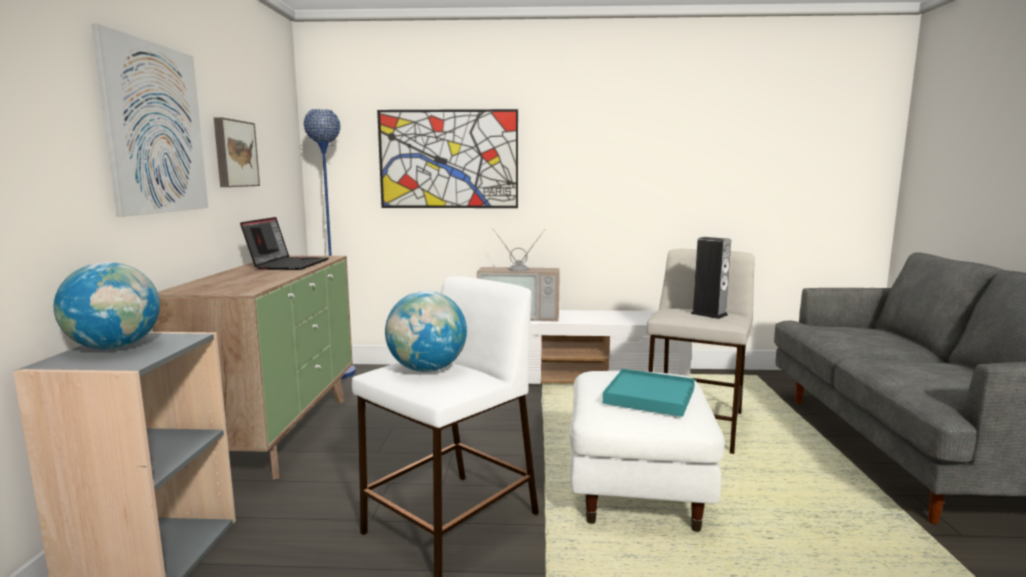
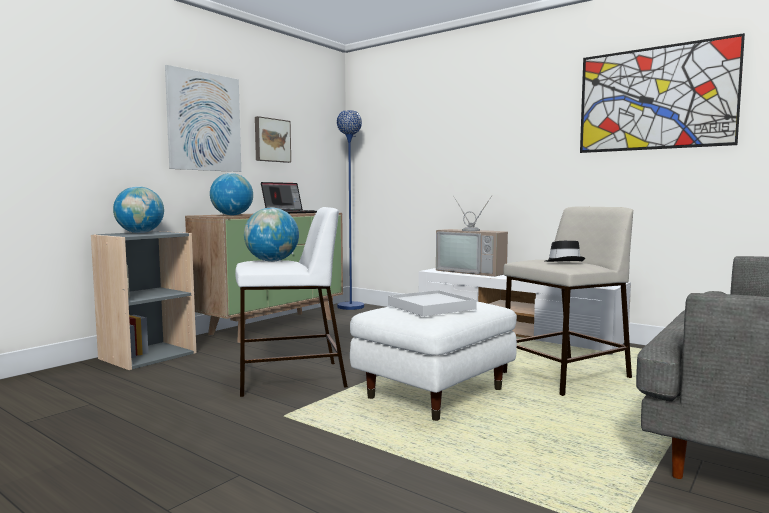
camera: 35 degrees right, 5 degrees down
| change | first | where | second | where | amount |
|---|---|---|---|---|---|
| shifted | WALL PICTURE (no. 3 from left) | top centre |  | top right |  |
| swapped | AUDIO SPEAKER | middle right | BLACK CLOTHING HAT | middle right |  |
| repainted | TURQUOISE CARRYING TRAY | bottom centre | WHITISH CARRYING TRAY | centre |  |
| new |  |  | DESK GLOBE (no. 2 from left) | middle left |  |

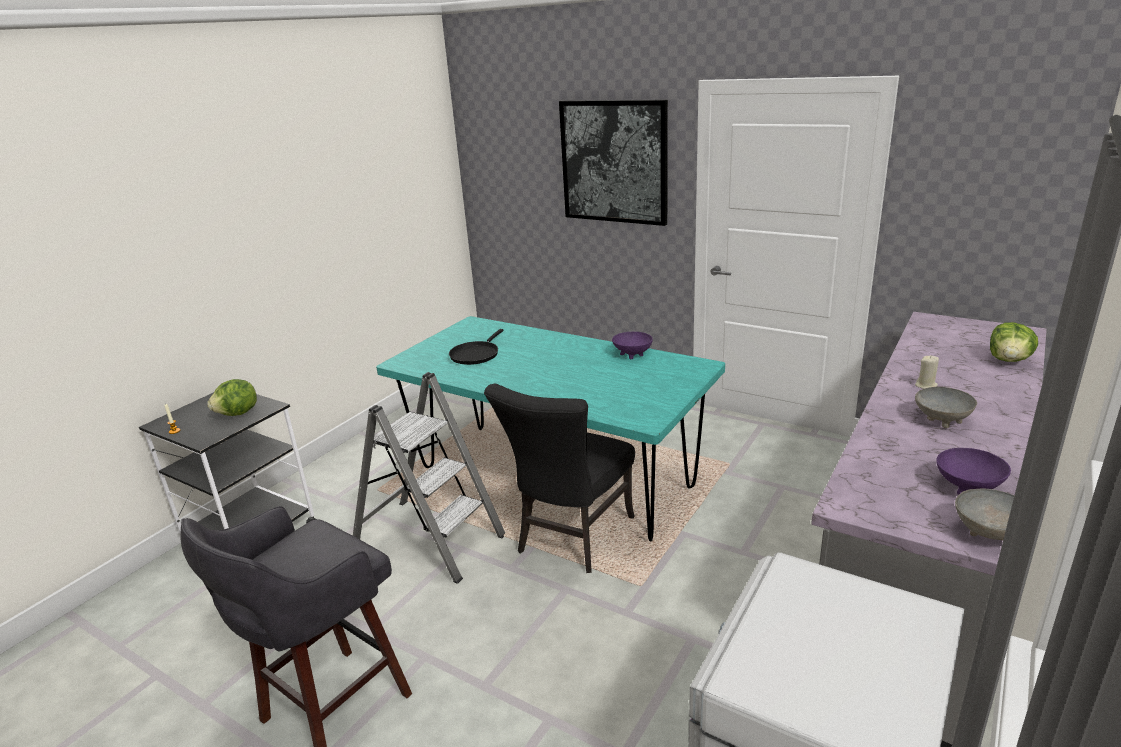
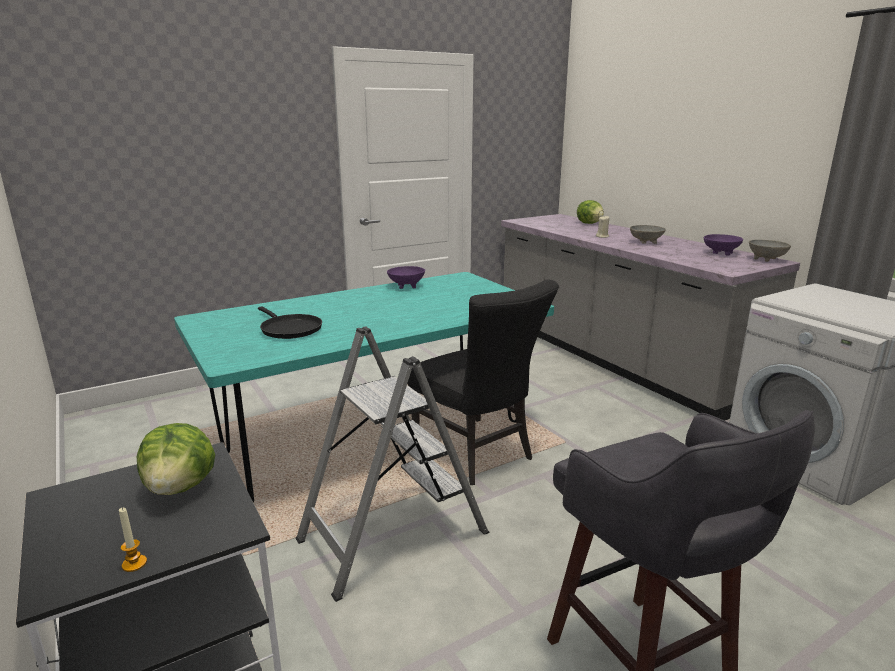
camera: 65 degrees left, 5 degrees down
| change | first | where | second | where | amount |
|---|---|---|---|---|---|
| gone | WALL PICTURE | top centre |  |  |  |

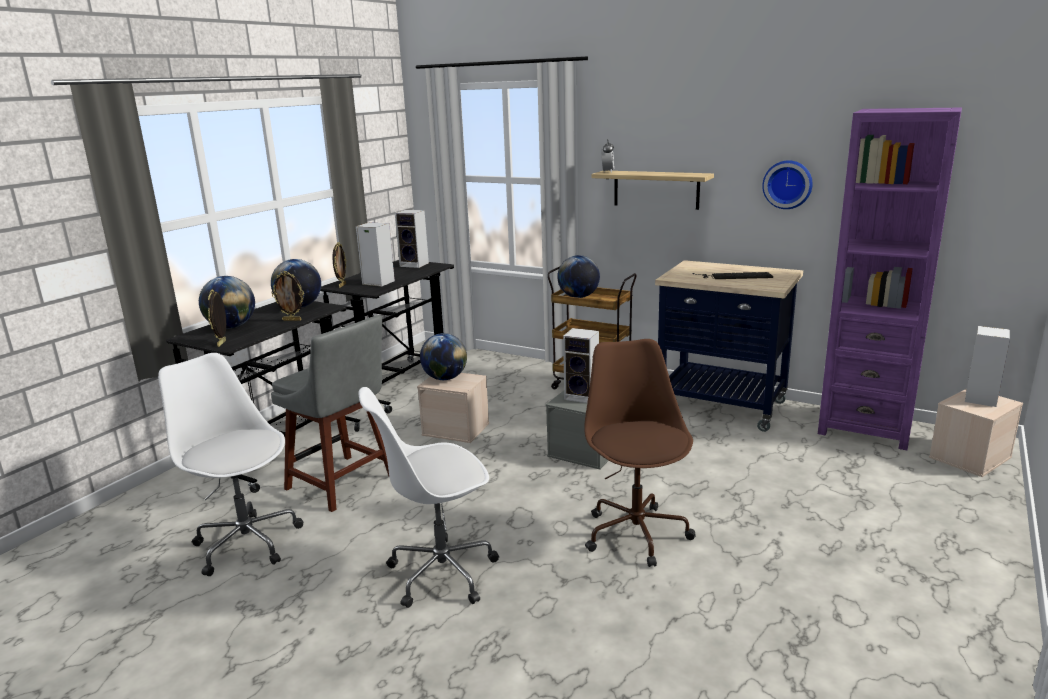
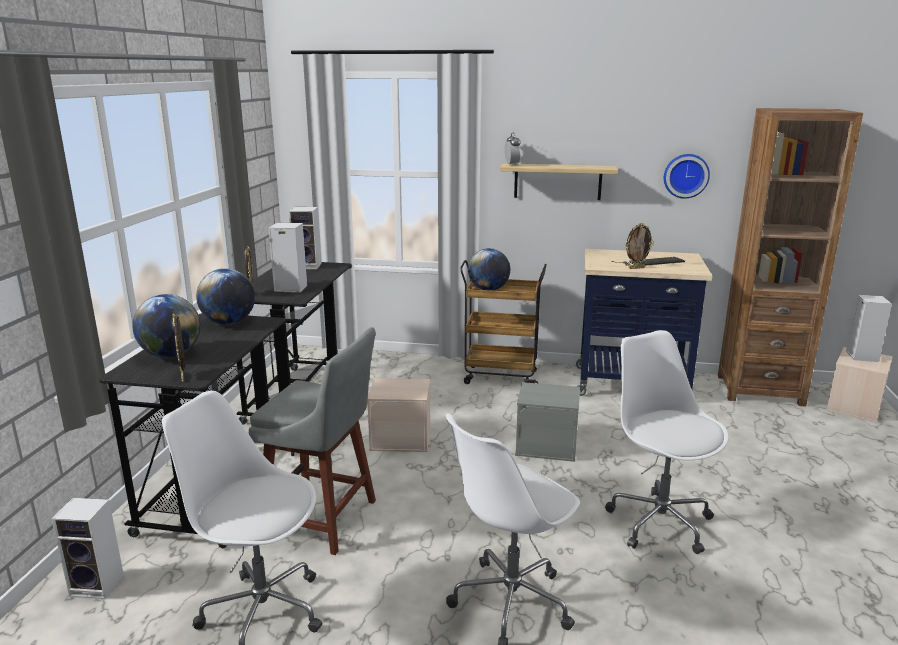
camera: 20 degrees left, 0 degrees up
| change | first | where | second | where | amount |
|---|---|---|---|---|---|
| repainted | PURPLE-COLOURED BOOKSHELF | middle right | BROWN-COLOURED BOOKSHELF | middle right |  |
| shifted | PHOTO FRAME (no. 2 from left in the first image) | middle left | PHOTO FRAME (no. 3 from left) | middle right |  |
| shifted | AUDIO SPEAKER (no. 3 from left in the first image) | centre | AUDIO SPEAKER (no. 1 from left) | bottom left |  |
| gone | DESK GLOBE (no. 3 from left) | centre |  |  |  |
| repainted | BROWN-COLOURED COMPUTER CHAIR | centre | WHITISH COMPUTER CHAIR (no. 3 from left) | bottom right |  |

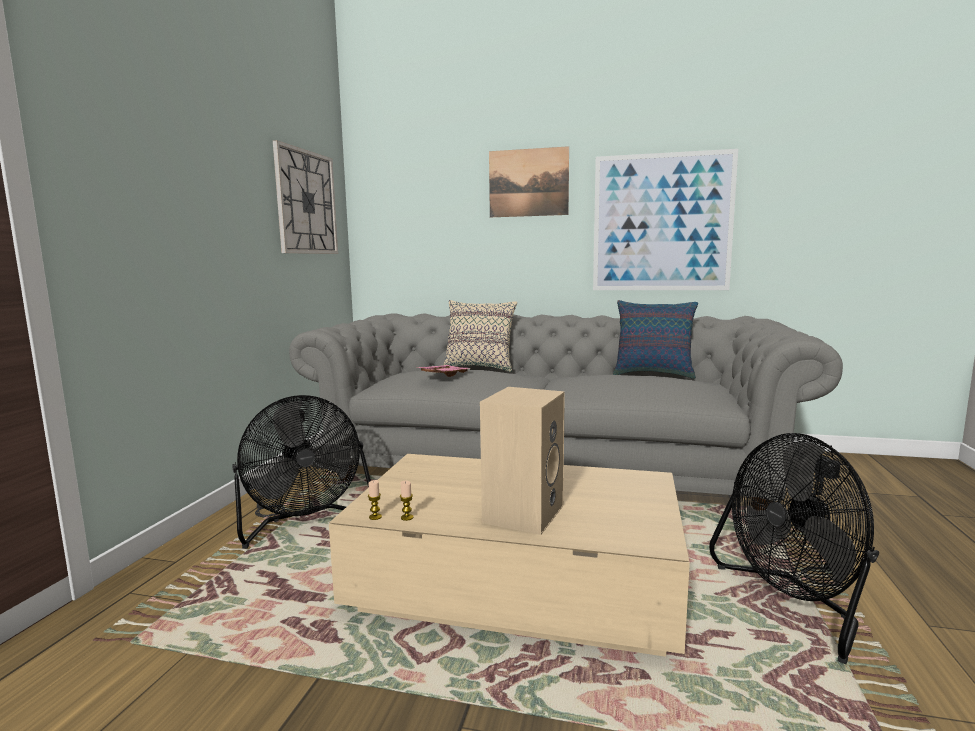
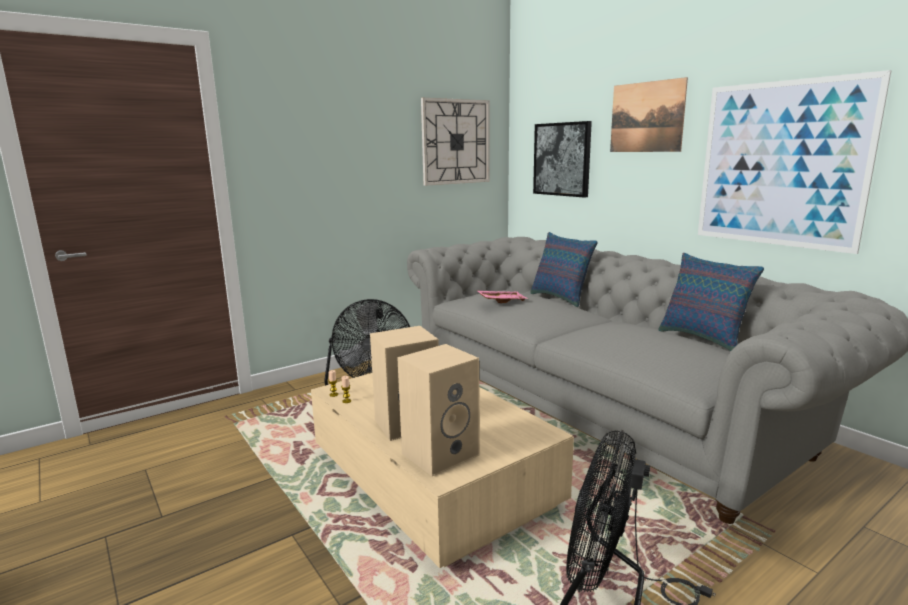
camera: 40 degrees right, 5 degrees up
| change | first | where | second | where | amount |
|---|---|---|---|---|---|
| repainted | BEIGE THROW PILLOW | centre | BLUE THROW PILLOW (no. 1 from left) | centre |  |
| new |  |  | WALL PICTURE (no. 1 from left) | top centre |  |
| new |  |  | BEIGE AUDIO SPEAKER (no. 2 from left) | bottom centre |  |

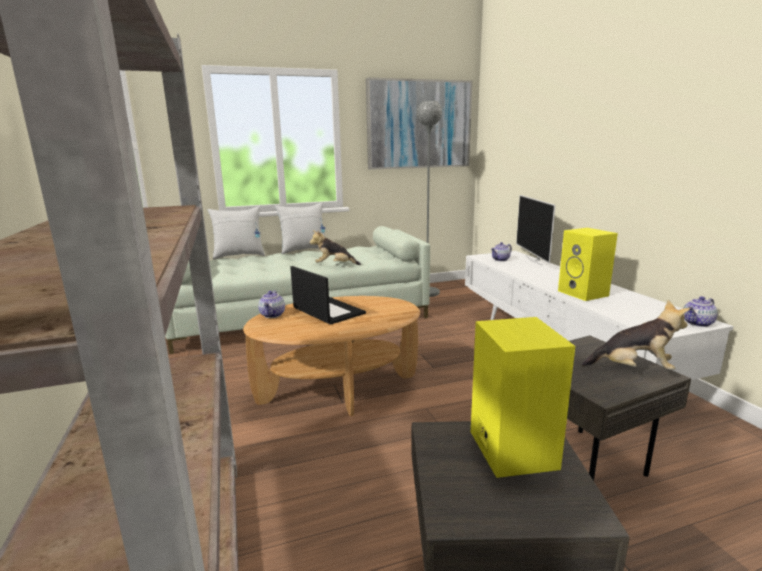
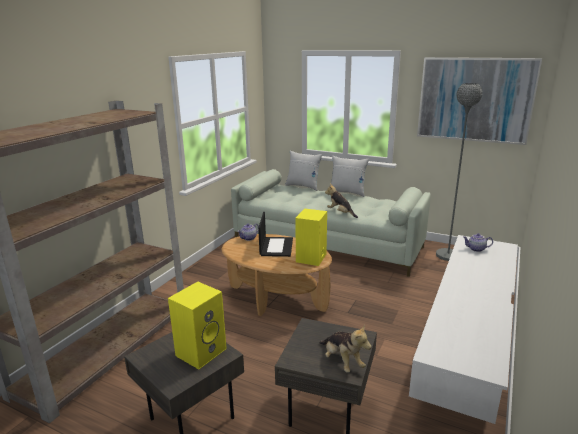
camera: 45 degrees right, 5 degrees up
| change | first | where | second | where | amount |
|---|---|---|---|---|---|
| gone | TV SET | middle right |  |  |  |
| shifted | YELLOW-COLOURED AUDIO SPEAKER (no. 2 from left) | middle right |  | centre |  |
| gone | TEA POT (no. 3 from left) | middle right |  |  |  |

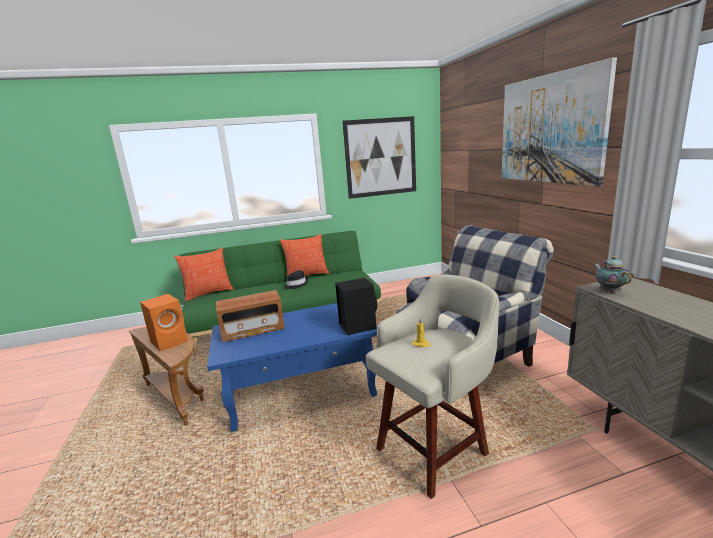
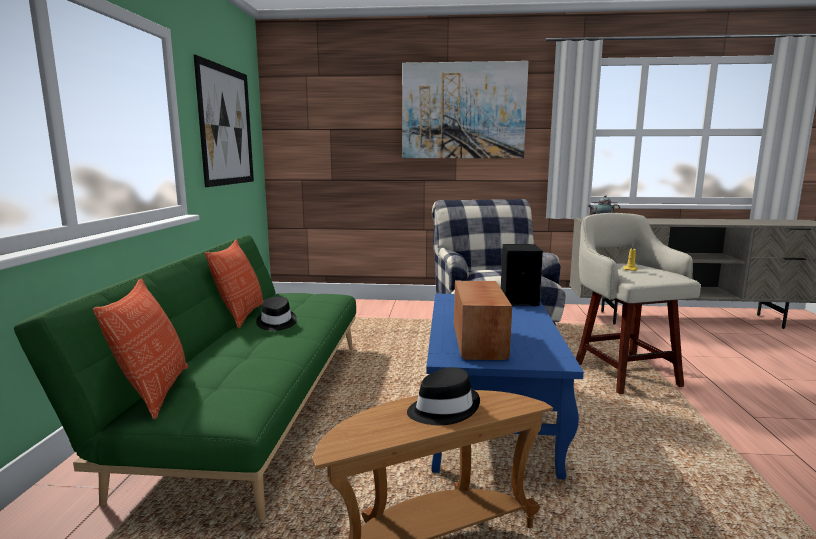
camera: 70 degrees left, 5 degrees down
| change | first | where | second | where | amount |
|---|---|---|---|---|---|
| swapped | ORANGE AUDIO SPEAKER | middle left | BLACK CLOTHING HAT (no. 2 from left) | bottom centre |  |

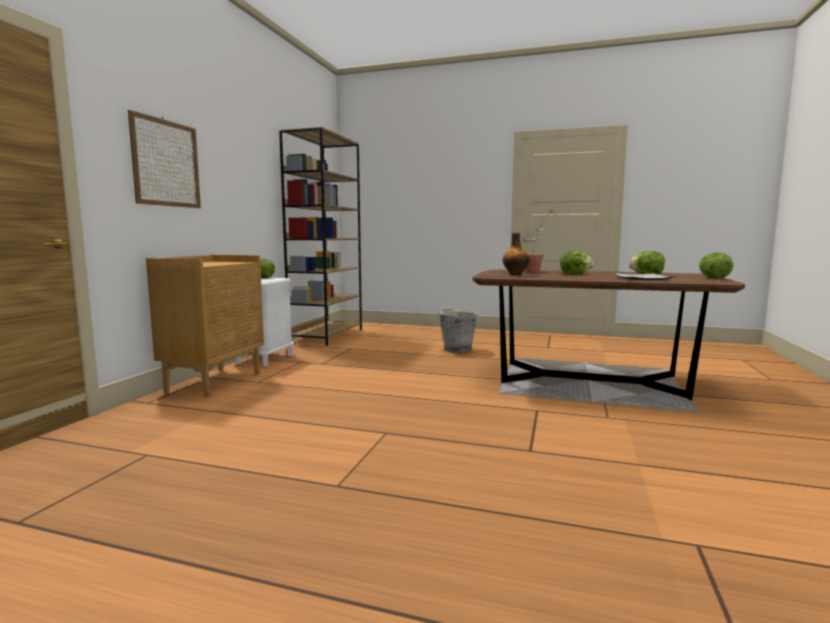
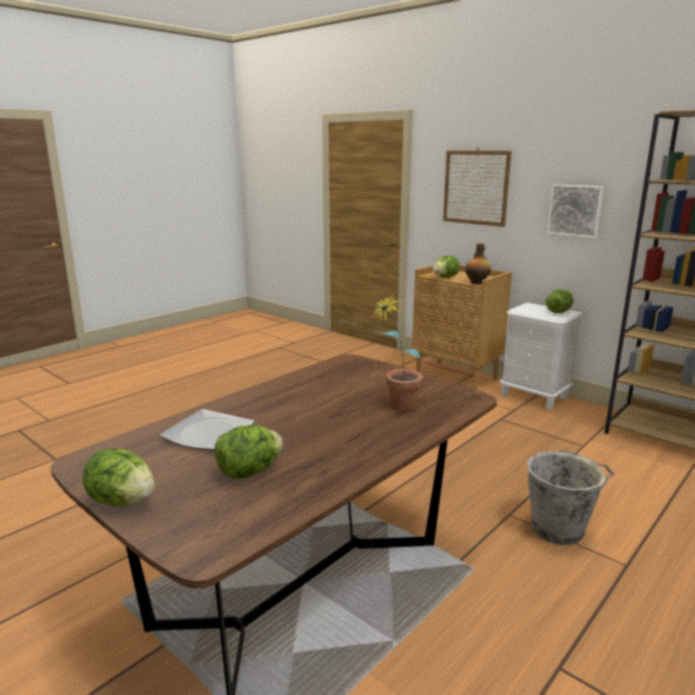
camera: 115 degrees right, 10 degrees up
| change | first | where | second | where | amount |
|---|---|---|---|---|---|
| shifted | BOTTLE | centre |  | middle right |  |
| shifted | LETTUCE (no. 2 from left in the first image) | middle right | LETTUCE (no. 3 from left) | centre |  |
| new |  |  | WALL PICTURE (no. 2 from left) | top right |  |

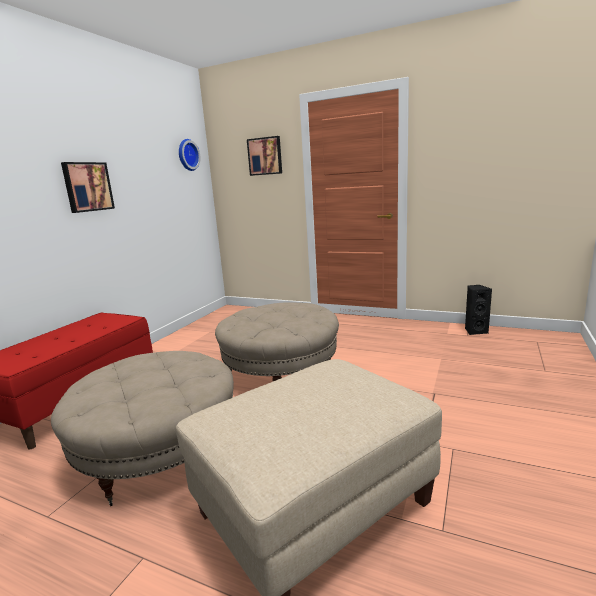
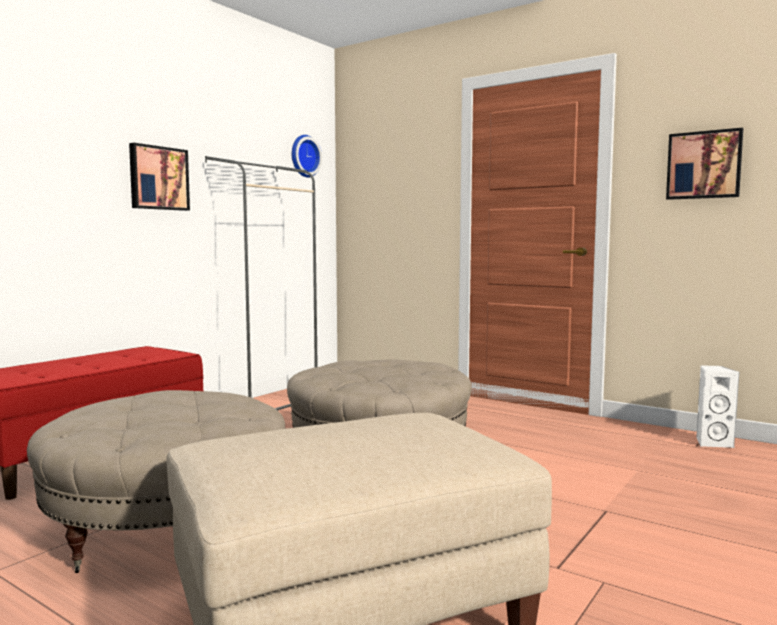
camera: 10 degrees right, 10 degrees down
| change | first | where | second | where | amount |
|---|---|---|---|---|---|
| shifted | WALL PICTURE (no. 2 from left) | top centre |  | top right |  |
| repainted | BLACK AUDIO SPEAKER | middle right | WHITISH AUDIO SPEAKER | middle right |  |
| new |  |  | GREYISH GARMENT RACK | centre |  |

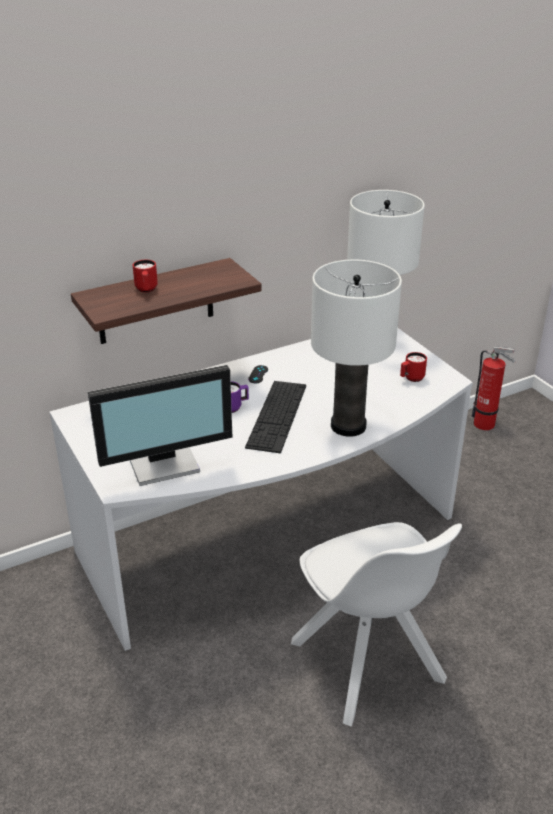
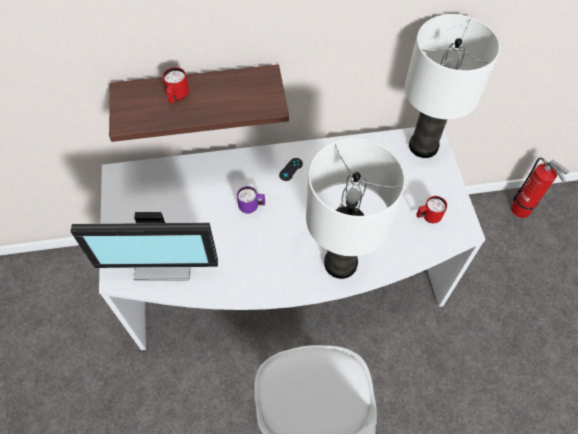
camera: 20 degrees right, 25 degrees up
| change | first | where | second | where | amount |
|---|---|---|---|---|---|
| gone | COMPUTER KEYBOARD | centre |  |  |  |

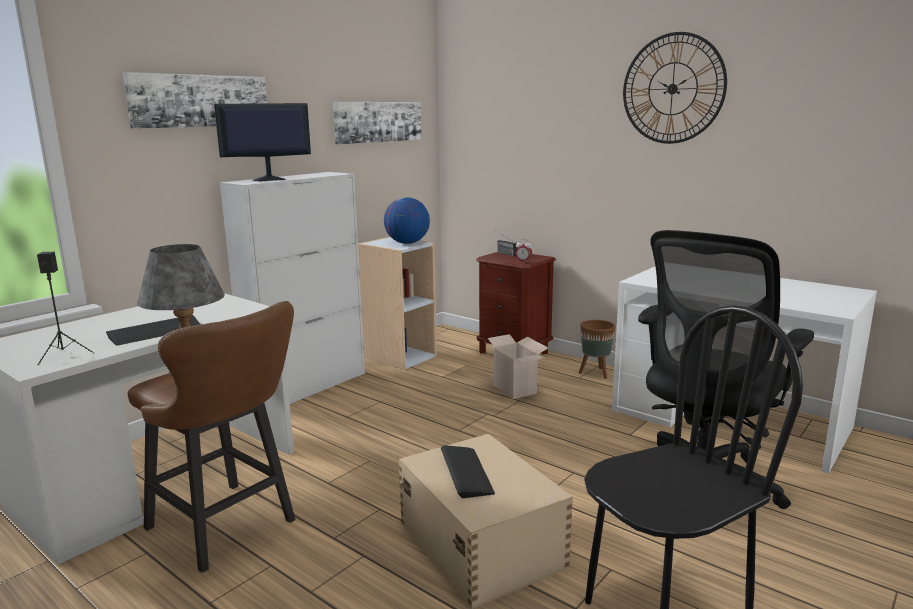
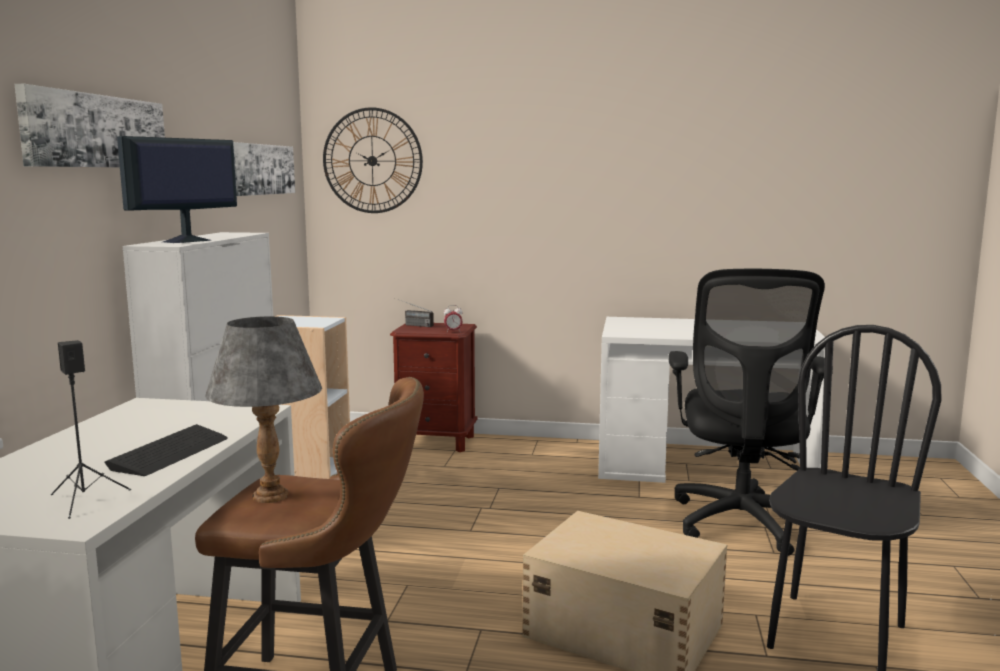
camera: 30 degrees left, 5 degrees down
| change | first | where | second | where | amount |
|---|---|---|---|---|---|
| shifted | CLOCK ON THE WALL | top right |  | top centre |  |
| gone | DESK GLOBE | centre |  |  |  |
| gone | BROWN-COLOURED PLANTER | centre |  |  |  |
| gone | CARDBOARD BOX | centre |  |  |  |
| gone | COMPUTER KEYBOARD (no. 2 from left) | bottom centre |  |  |  |

